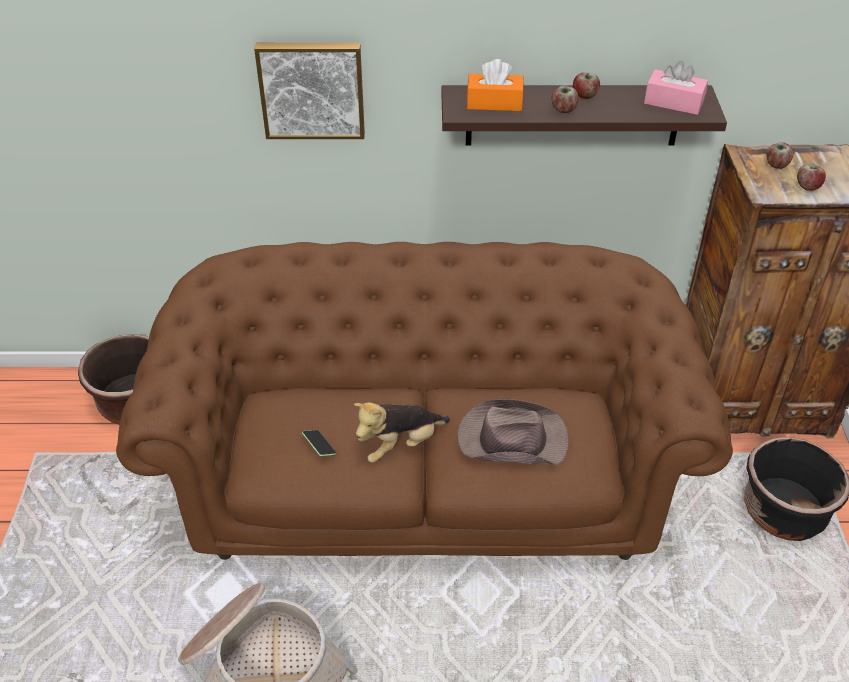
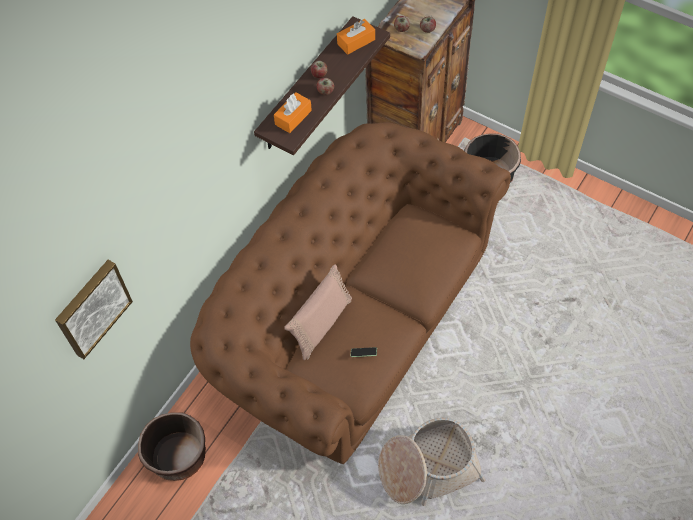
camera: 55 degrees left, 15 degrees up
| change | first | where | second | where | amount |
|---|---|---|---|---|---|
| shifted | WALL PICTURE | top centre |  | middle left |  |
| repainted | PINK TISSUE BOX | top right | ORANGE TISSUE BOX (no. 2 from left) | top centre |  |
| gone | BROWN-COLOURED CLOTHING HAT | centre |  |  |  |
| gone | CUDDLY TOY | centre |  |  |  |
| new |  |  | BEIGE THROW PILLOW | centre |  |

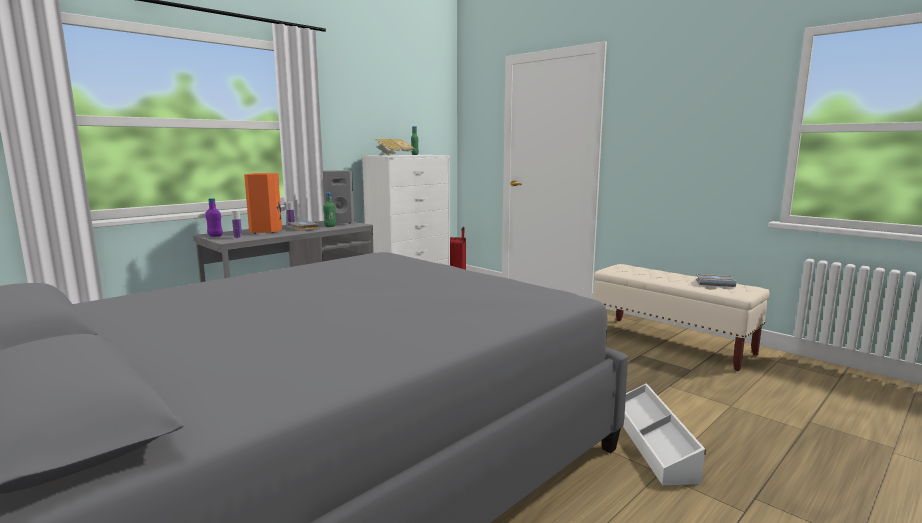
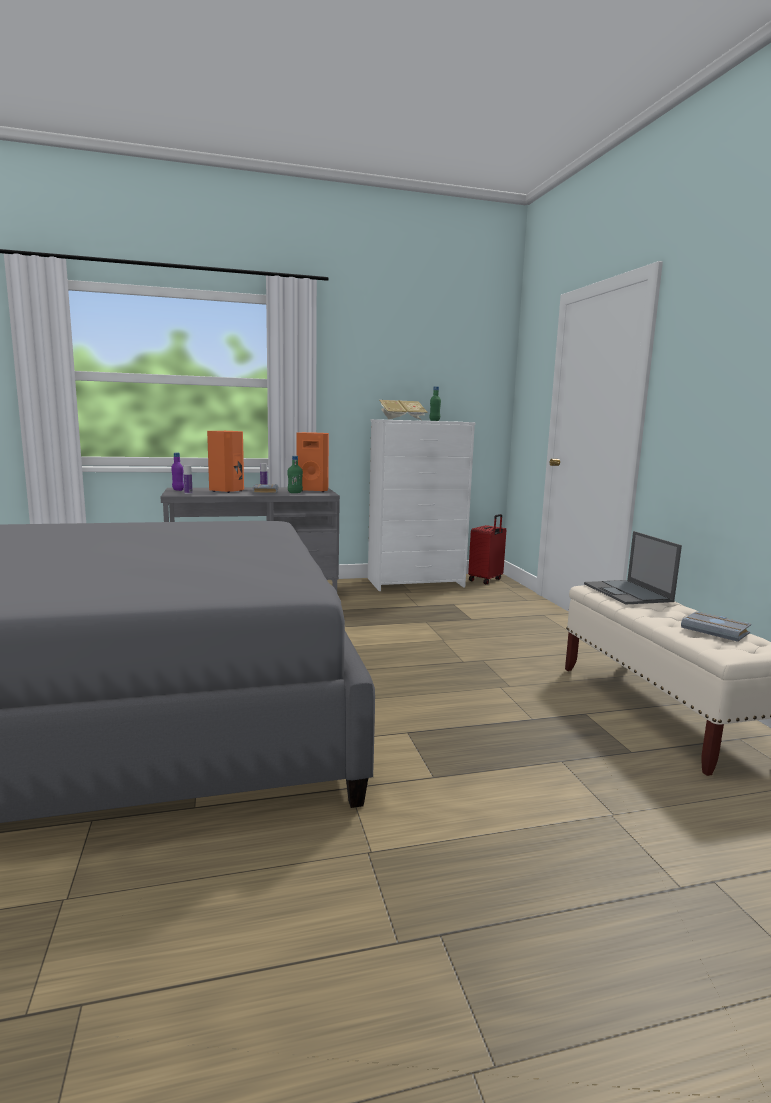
camera: 30 degrees right, 0 degrees up
| change | first | where | second | where | amount |
|---|---|---|---|---|---|
| repainted | GREYISH AUDIO SPEAKER | centre | ORANGE AUDIO SPEAKER (no. 2 from left) | centre |  |
| gone | WHITISH STORAGE BIN | bottom right |  |  |  |
| new |  |  | LAPTOP | middle right |  |

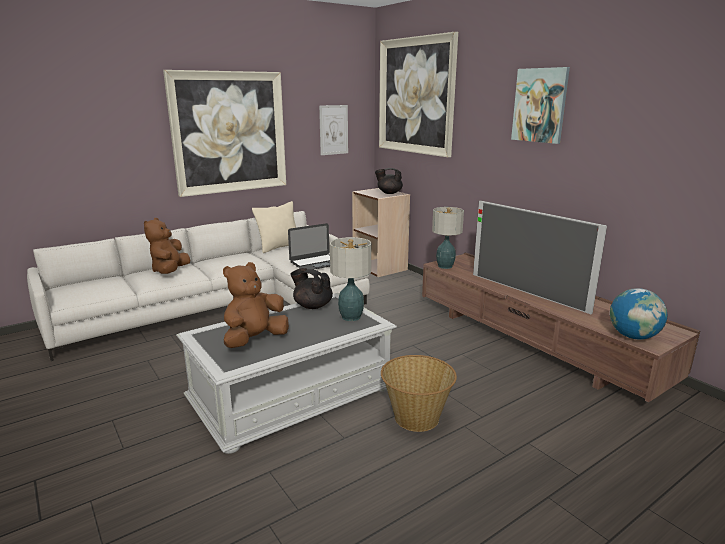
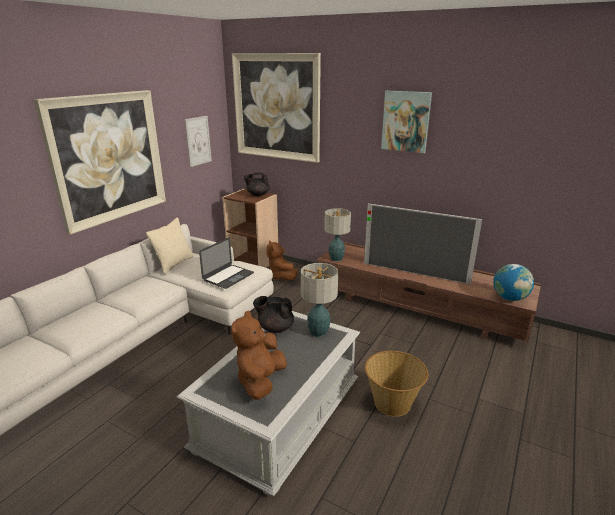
camera: 25 degrees left, 5 degrees up
| change | first | where | second | where | amount |
|---|---|---|---|---|---|
| shifted | BROWN-COLOURED CUDDLY TOY (no. 1 from left in the first image) | middle left | BROWN-COLOURED CUDDLY TOY (no. 2 from left) | centre |  |

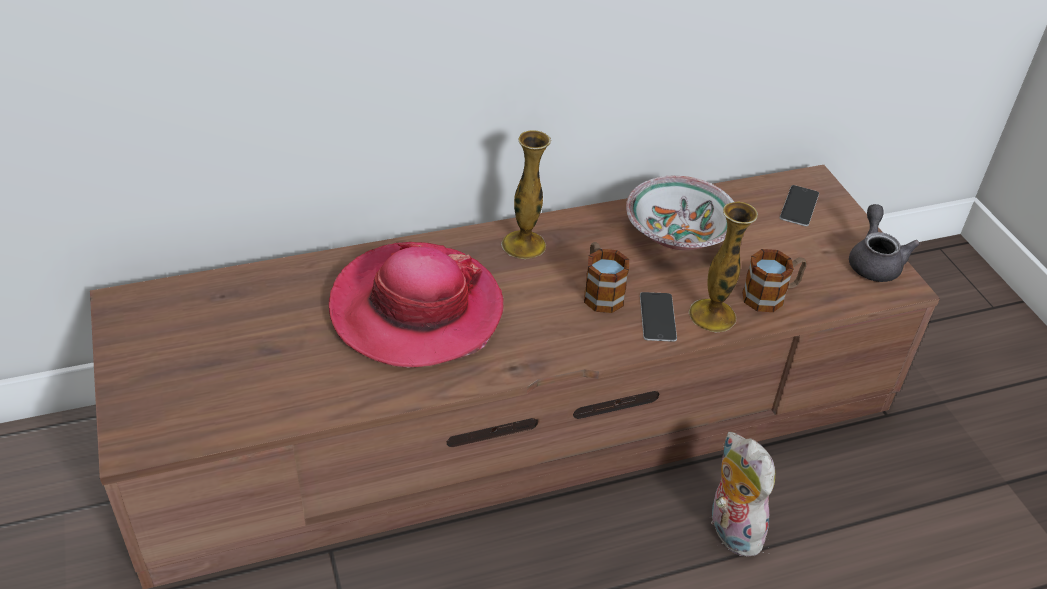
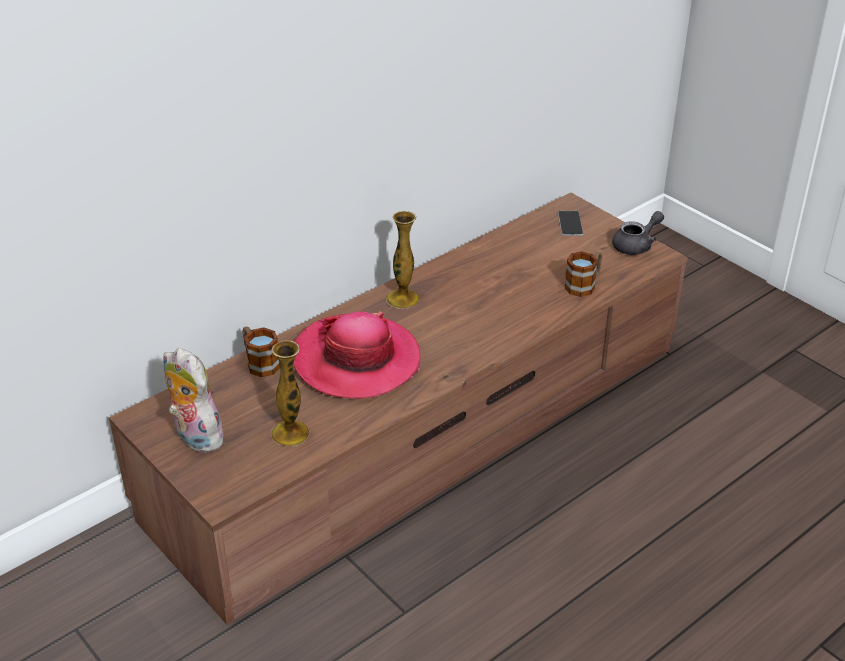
camera: 20 degrees left, 5 degrees down
| change | first | where | second | where | amount |
|---|---|---|---|---|---|
| gone | SERVING BOWL | centre |  |  |  |
| shifted | VASE (no. 2 from left in the first image) | middle right | VASE (no. 1 from left) | centre |  |
| rotated | GREYISH TEA POT | middle right |  | middle right | 75 degrees clockwise |
| shifted | MUG (no. 1 from left) | centre |  | middle left |  |
| gone | HANDSET (no. 1 from left) | centre |  |  |  |
| shifted | CUDDLY TOY | bottom right |  | middle left |  |

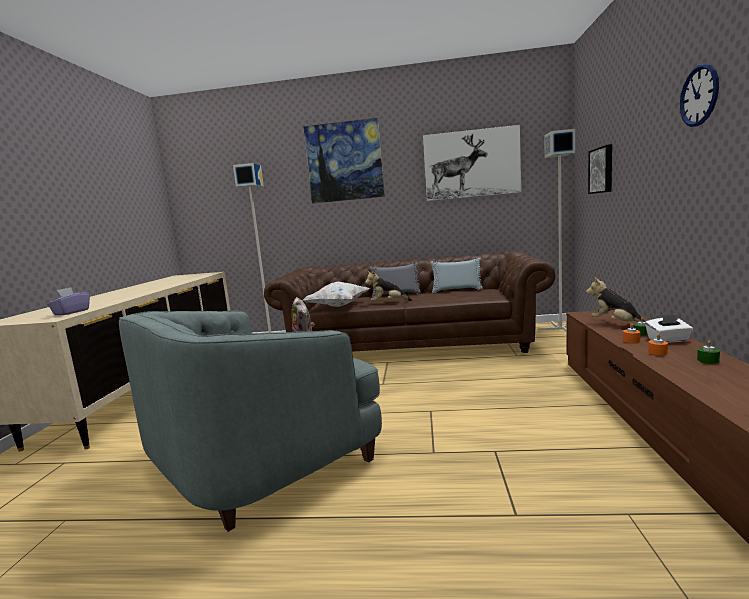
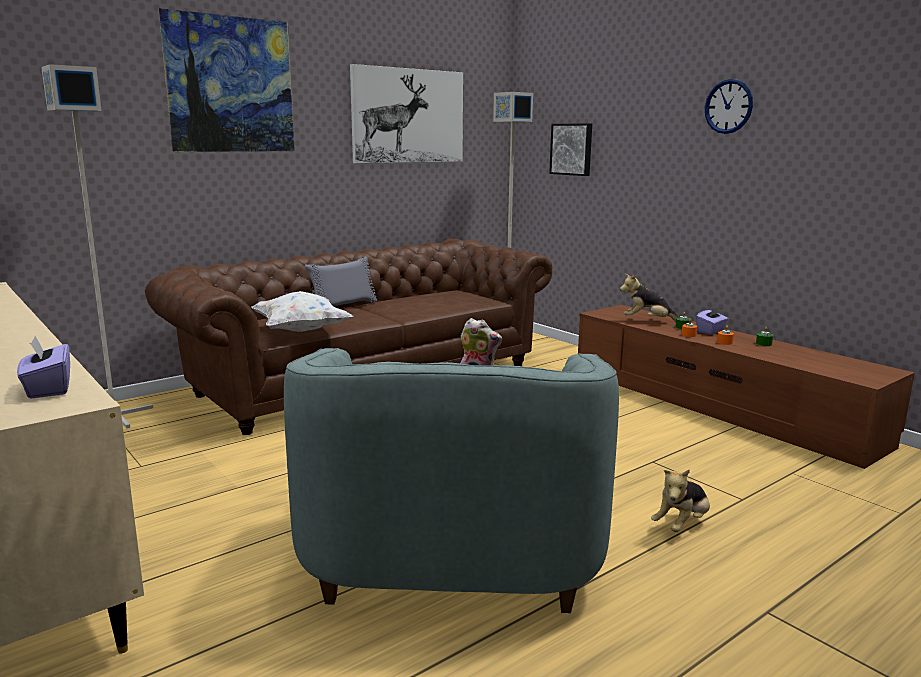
camera: 45 degrees left, 5 degrees up
| change | first | where | second | where | amount |
|---|---|---|---|---|---|
| gone | BLUE THROW PILLOW | centre |  |  |  |
| shifted | CUDDLY TOY (no. 2 from left in the first image) | centre | CUDDLY TOY (no. 3 from left) | bottom right |  |
| repainted | WHITISH TISSUE BOX | middle right | PURPLE-COLOURED TISSUE BOX (no. 2 from left) | middle right |  |

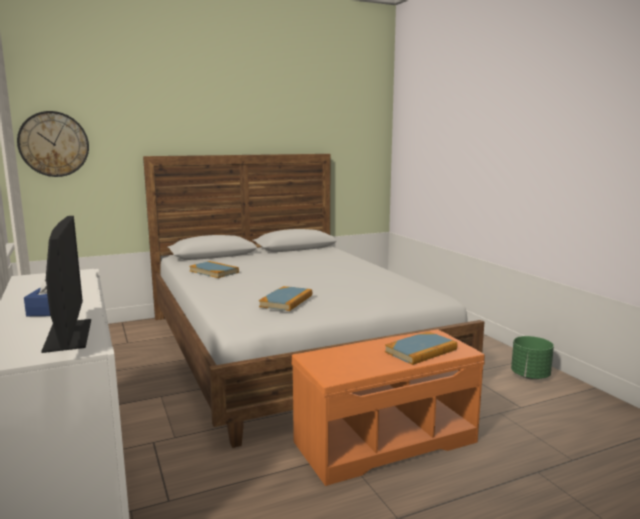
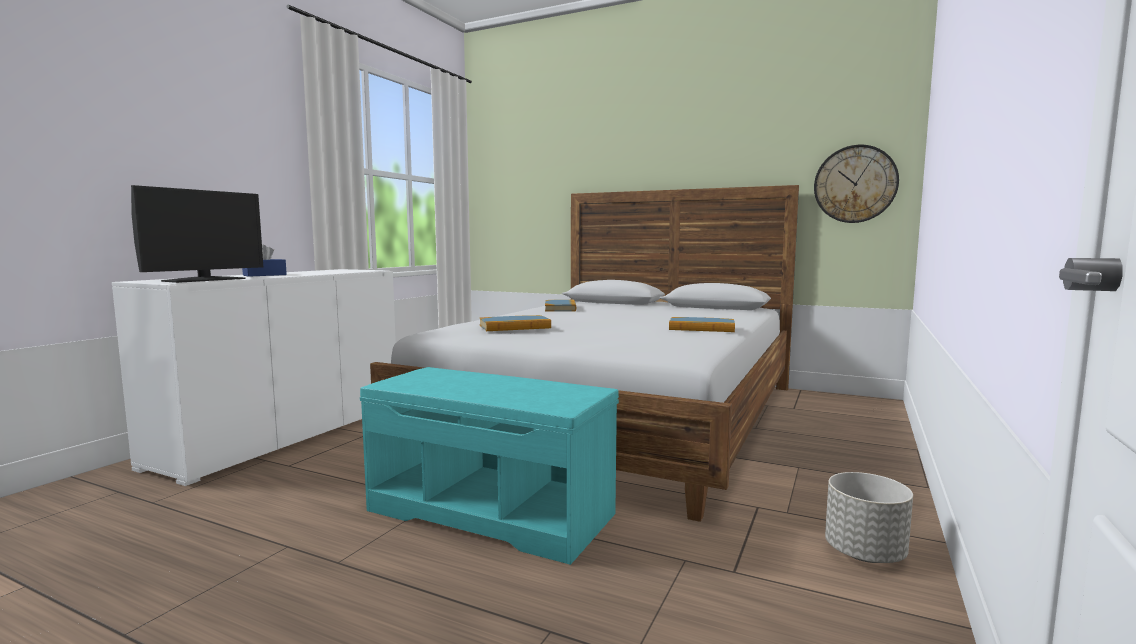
camera: 50 degrees right, 5 degrees down
| change | first | where | second | where | amount |
|---|---|---|---|---|---|
| shifted | CLOCK ON THE WALL | top left |  | top right |  |
| repainted | ORANGE LONG SEAT | bottom centre | TURQUOISE LONG SEAT | bottom centre |  |
| shifted | VOLUME (no. 3 from left) | bottom centre |  | centre |  |
| repainted | GREEN-COLOURED PLANTER | bottom right | GREYISH PLANTER | bottom right |  |

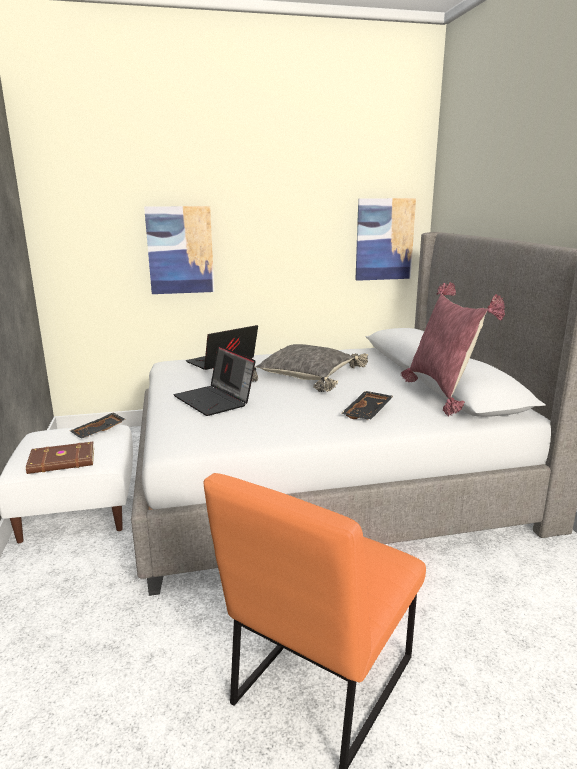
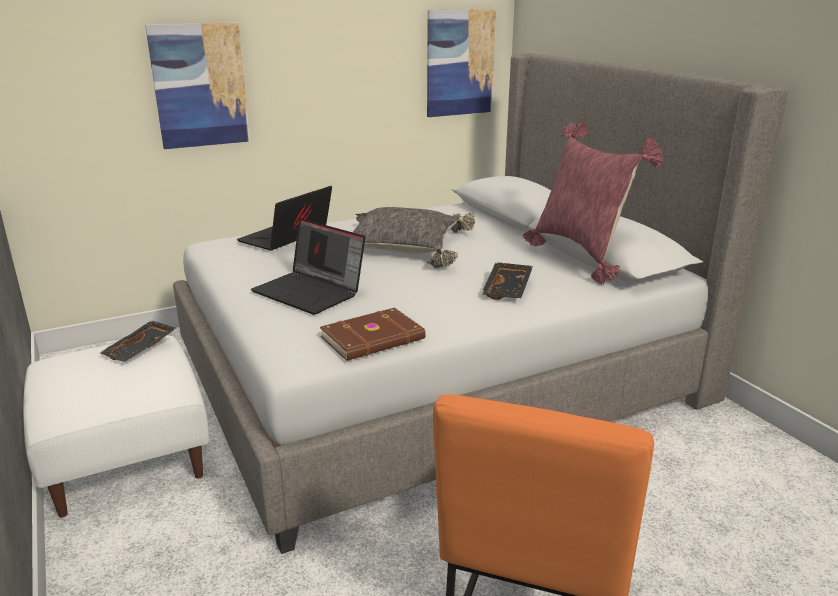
camera: 15 degrees left, 5 degrees up
| change | first | where | second | where | amount |
|---|---|---|---|---|---|
| shifted | BROWN-COLOURED VOLUME | middle left |  | centre |  |

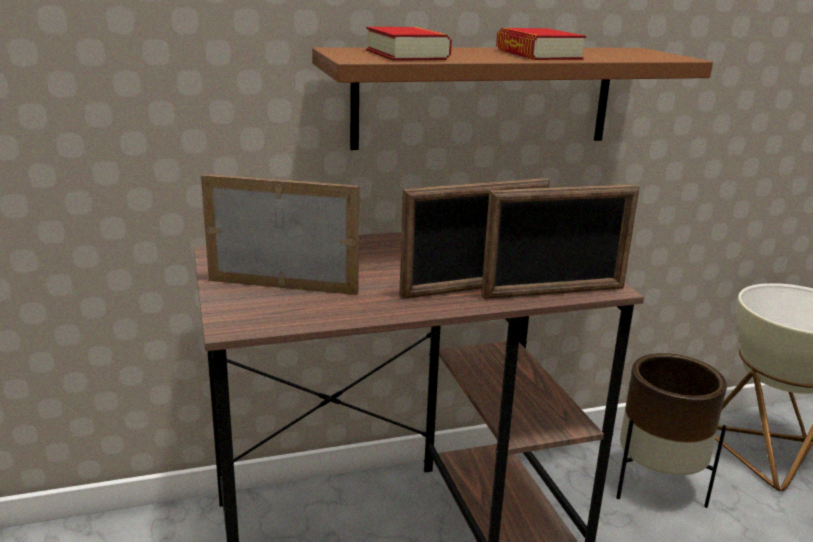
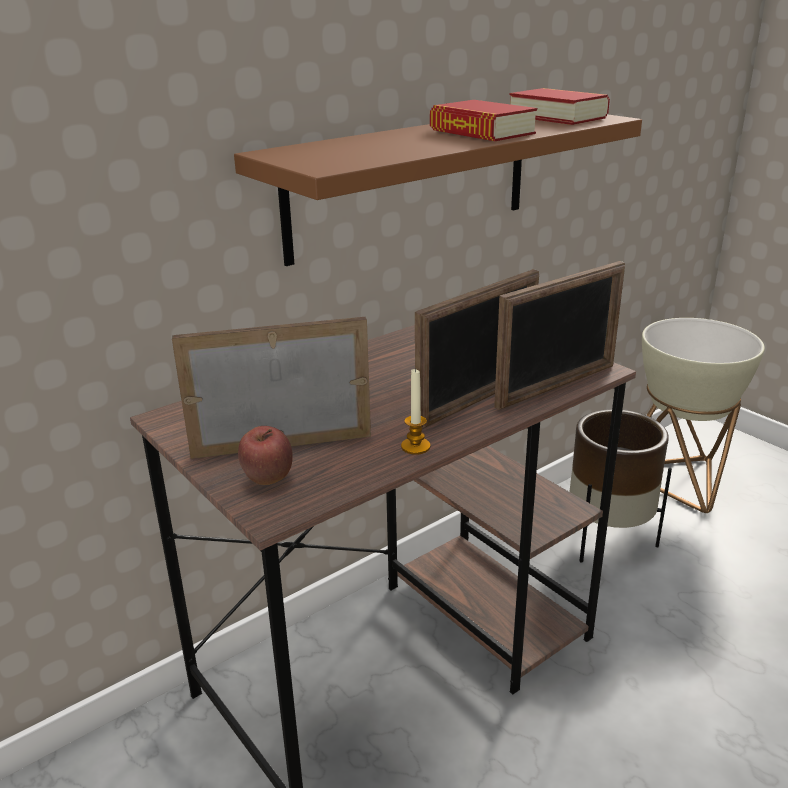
camera: 20 degrees left, 5 degrees up
| change | first | where | second | where | amount |
|---|---|---|---|---|---|
| shifted | VOLUME (no. 1 from left in the first image) | top centre | VOLUME (no. 2 from left) | top right |  |
| new |  |  | WAX CANDLE | centre |  |
| new |  |  | APPLE | centre |  |

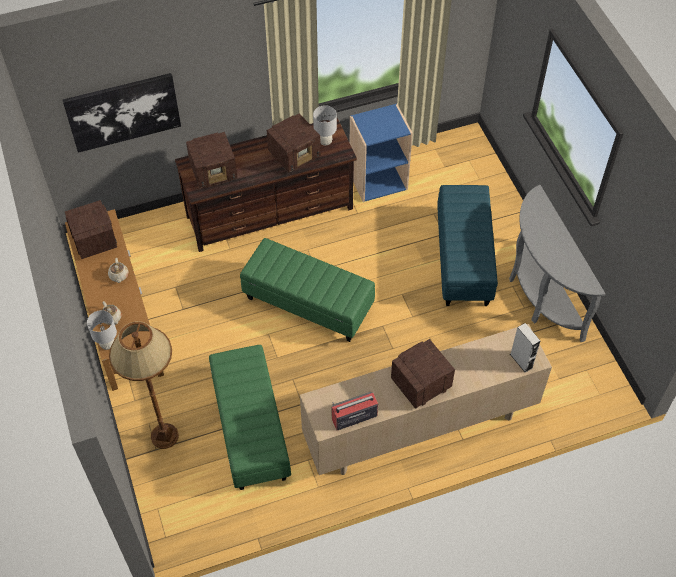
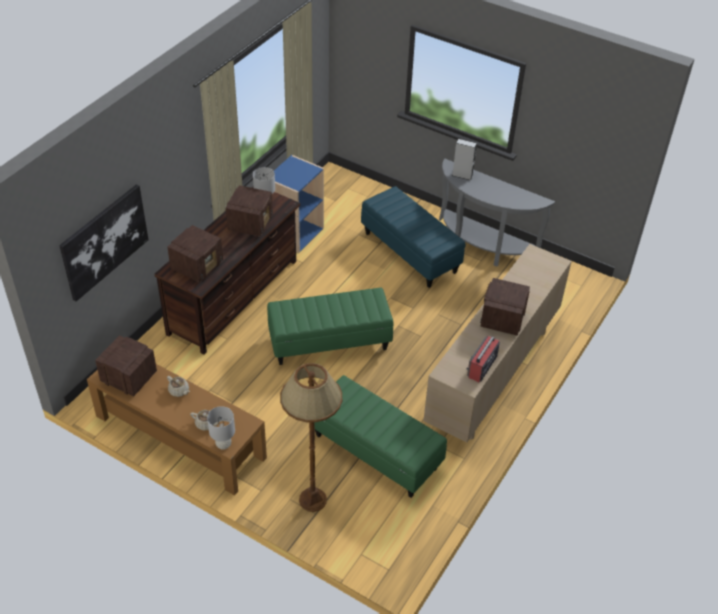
camera: 40 degrees left, 10 degrees down
| change | first | where | second | where | amount |
|---|---|---|---|---|---|
| shifted | GREYISH AUDIO SPEAKER | middle right |  | top centre |  |

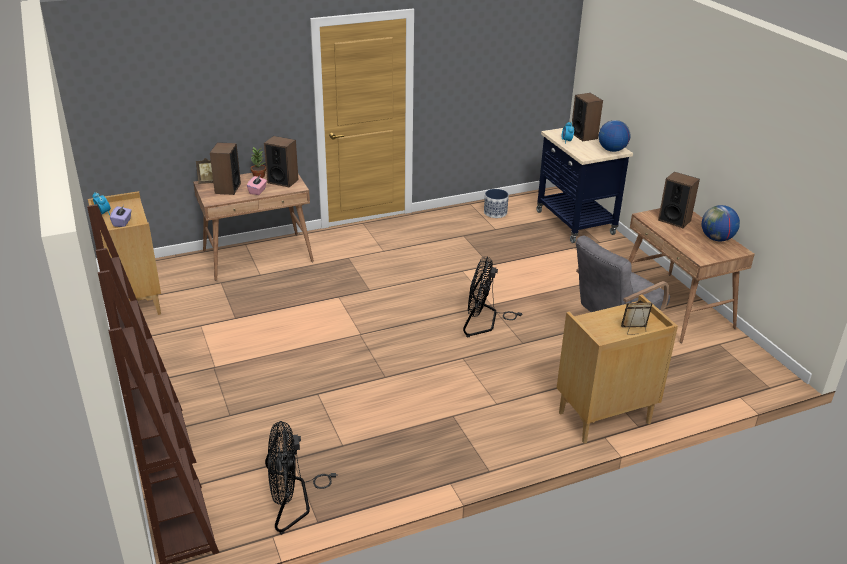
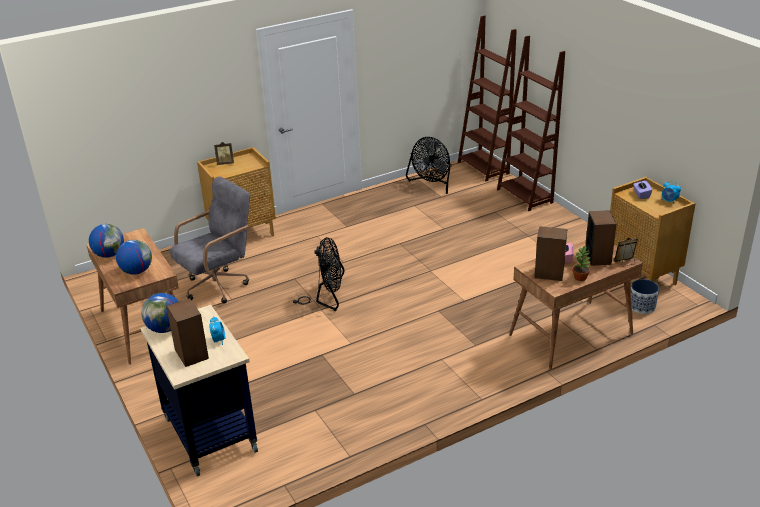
camera: 175 degrees right, 0 degrees up
| change | first | where | second | where | amount |
|---|---|---|---|---|---|
| swapped | AUDIO SPEAKER (no. 4 from left) | middle right | DESK GLOBE (no. 2 from left) | middle left |  |
| shifted | PLANTER | centre |  | middle right |  |
| rotated | BLACK FAN (no. 1 from left in the first image) | bottom centre | BLACK FAN (no. 2 from left) | top centre | 150 degrees clockwise |

